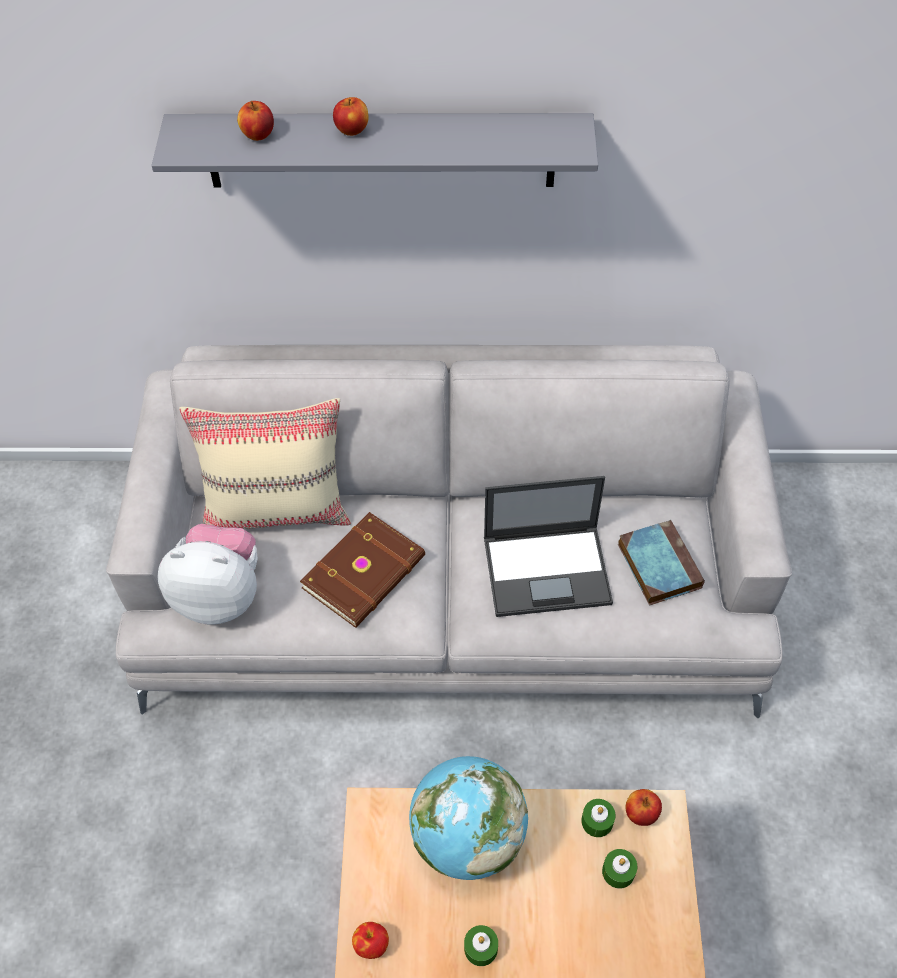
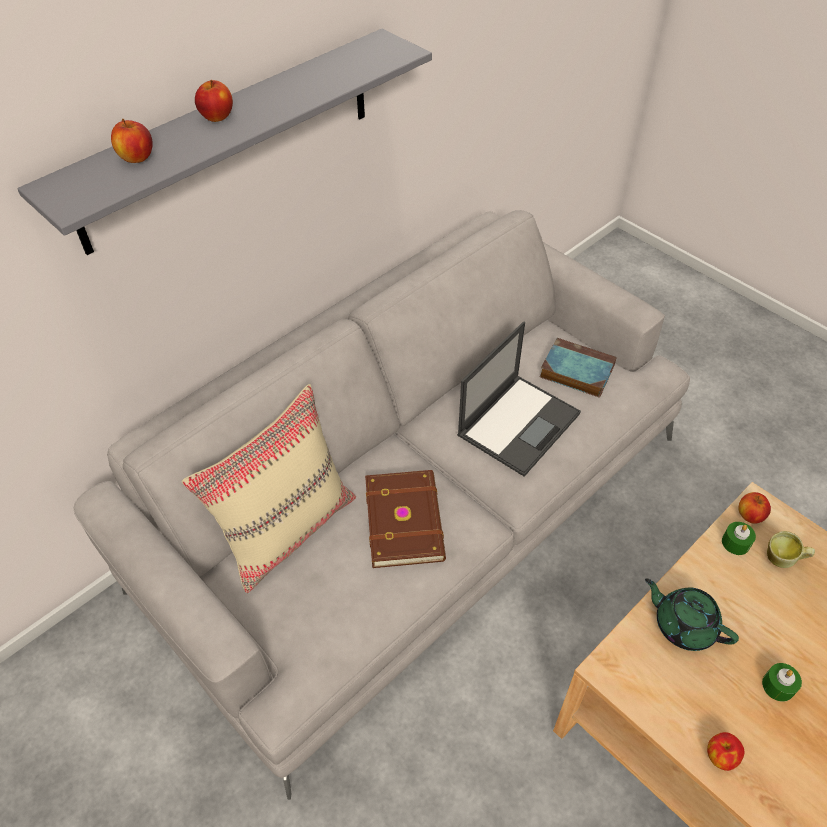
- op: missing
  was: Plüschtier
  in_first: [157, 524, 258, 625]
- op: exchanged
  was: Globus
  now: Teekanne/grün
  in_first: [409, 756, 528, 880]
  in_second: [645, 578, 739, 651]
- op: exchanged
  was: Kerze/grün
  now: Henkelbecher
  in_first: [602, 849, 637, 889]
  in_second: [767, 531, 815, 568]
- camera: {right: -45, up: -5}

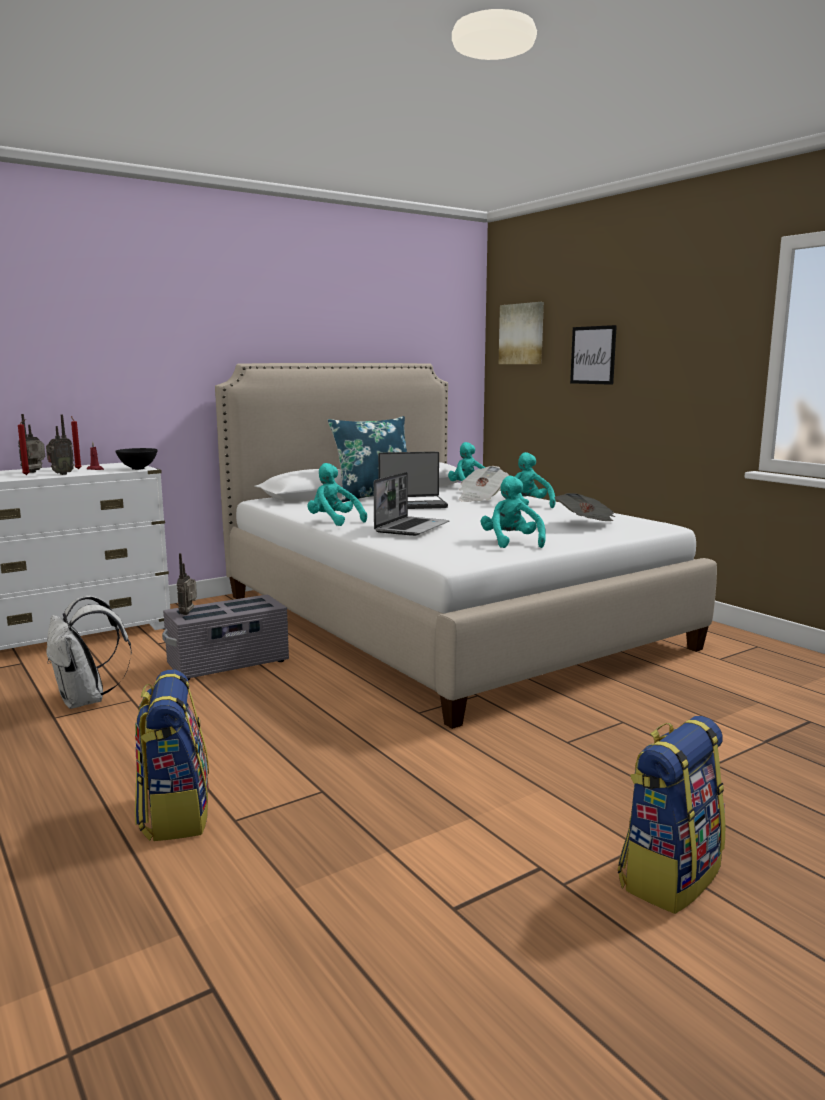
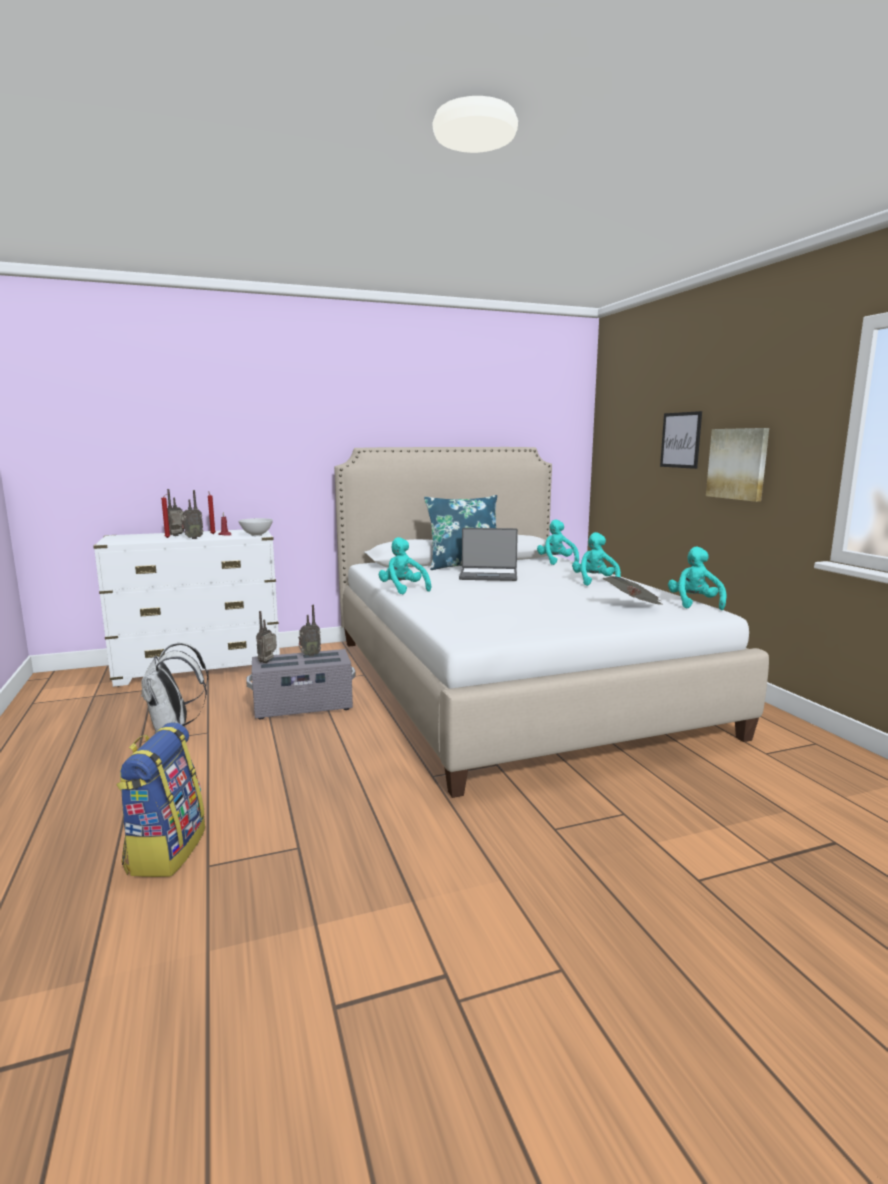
- op: missing
  was: Laptop
  in_first: [374, 472, 449, 536]
- op: missing
  was: Zeitung
  in_first: [459, 466, 509, 502]
- op: missing
  was: Rucksack
  in_first: [618, 716, 725, 914]
- op: appeared
  now: Radio
  in_second: [298, 605, 321, 656]
- op: relocated
  was: Plüschtier/türkis
  in_first: [480, 476, 546, 548]
  in_second: [668, 547, 726, 610]
- op: relocated
  was: Bild
  in_first: [499, 302, 544, 364]
  in_second: [706, 428, 769, 502]
- op: colour
  was: Schüssel/schwarz
  now: Schüssel/weiß
  in_first: [115, 448, 158, 470]
  in_second: [238, 518, 273, 536]
- camera: {right: 15, up: 0}

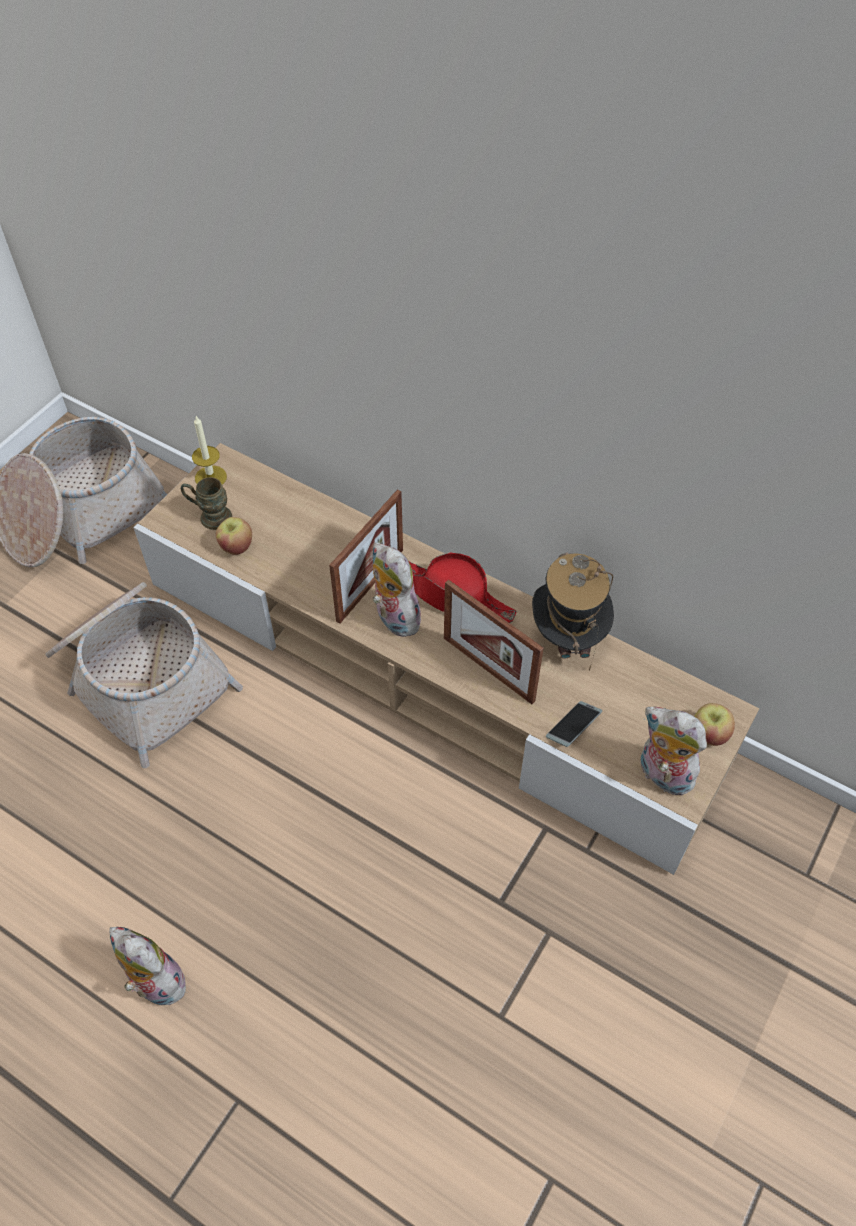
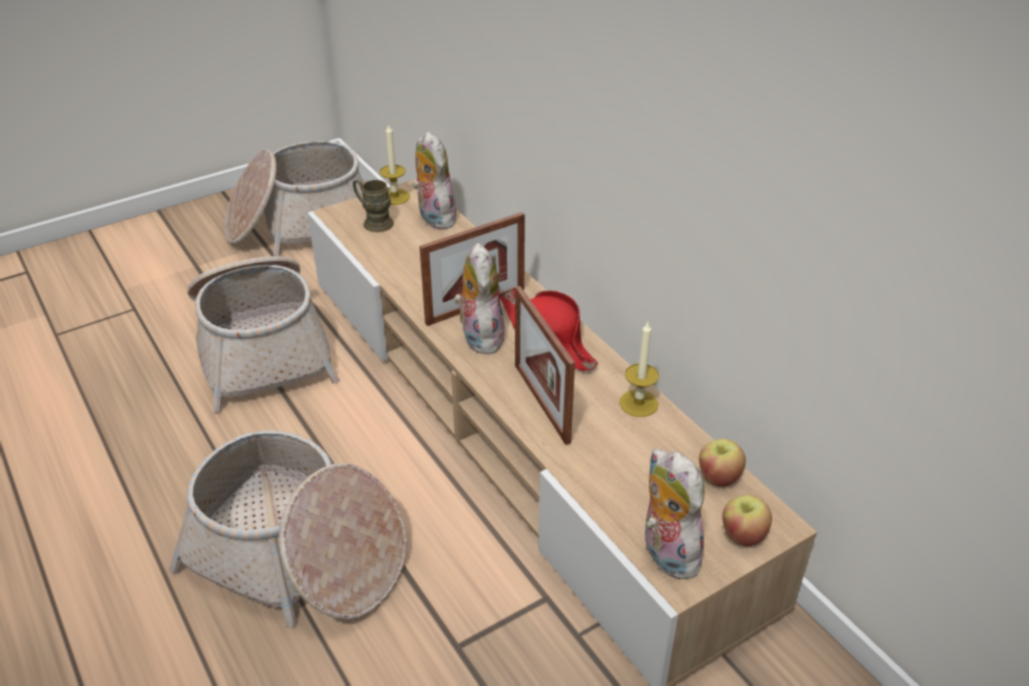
- op: missing
  was: Handy
  in_first: [546, 701, 602, 747]
- op: appeared
  now: Korb
  in_second: [169, 430, 407, 628]
- op: relocated
  was: Plüschtier
  in_first: [109, 927, 186, 1005]
  in_second: [412, 132, 456, 229]
- op: relocated
  was: Apfel
  in_first: [216, 517, 252, 555]
  in_second: [699, 438, 746, 487]
- op: exchanged
  was: Hut
  now: Kerze
  in_first: [532, 552, 614, 671]
  in_second: [619, 322, 659, 417]
- camera: {right: 25, up: -15}

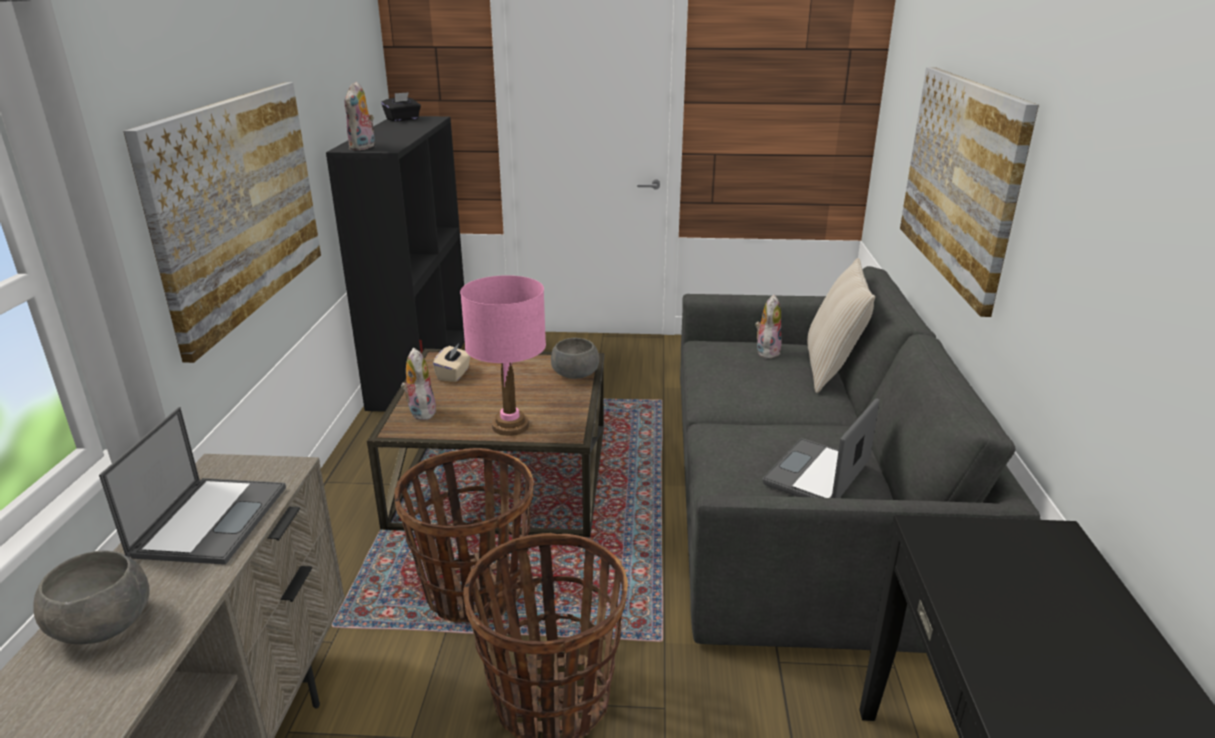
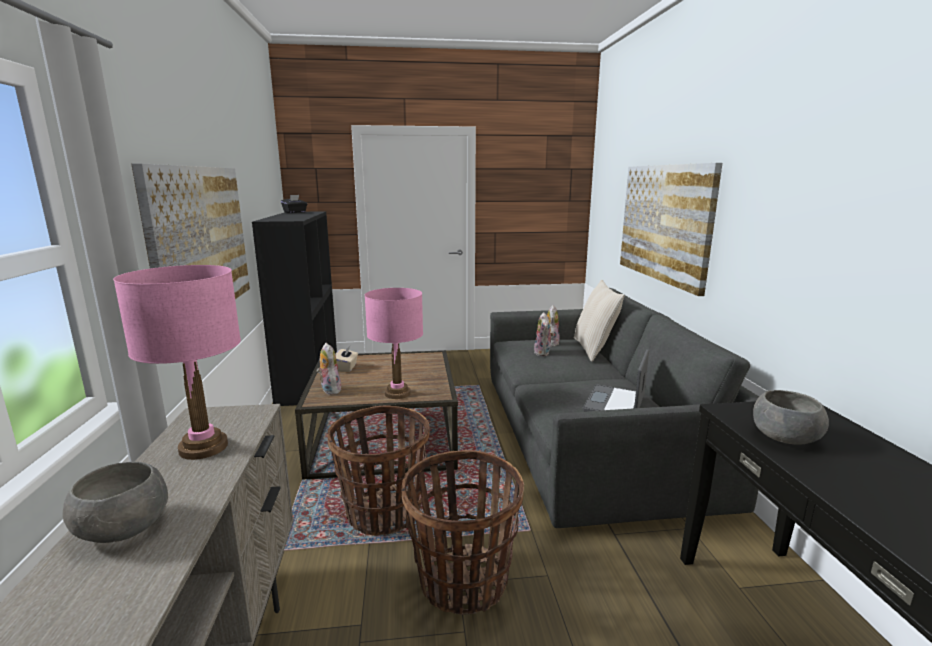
- op: relocated
  was: Plüschtier
  in_first: [344, 81, 375, 150]
  in_second: [534, 312, 554, 356]
- op: relocated
  was: Schüssel/grau
  in_first: [551, 338, 599, 379]
  in_second: [753, 390, 829, 444]
- op: exchanged
  was: Laptop
  now: Tischlampe/rosa
  in_first: [99, 407, 286, 565]
  in_second: [113, 265, 241, 460]
- camera: {right: -10, up: -10}

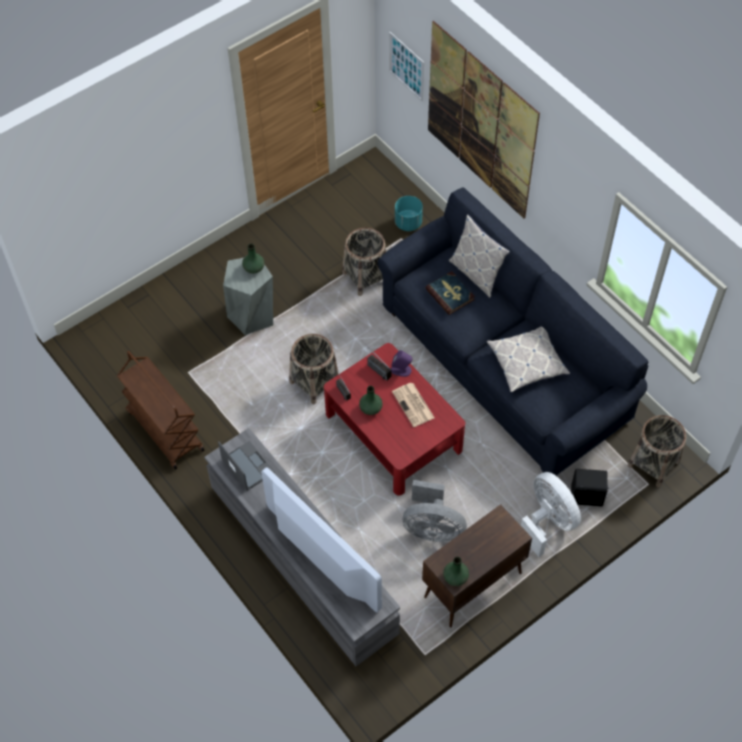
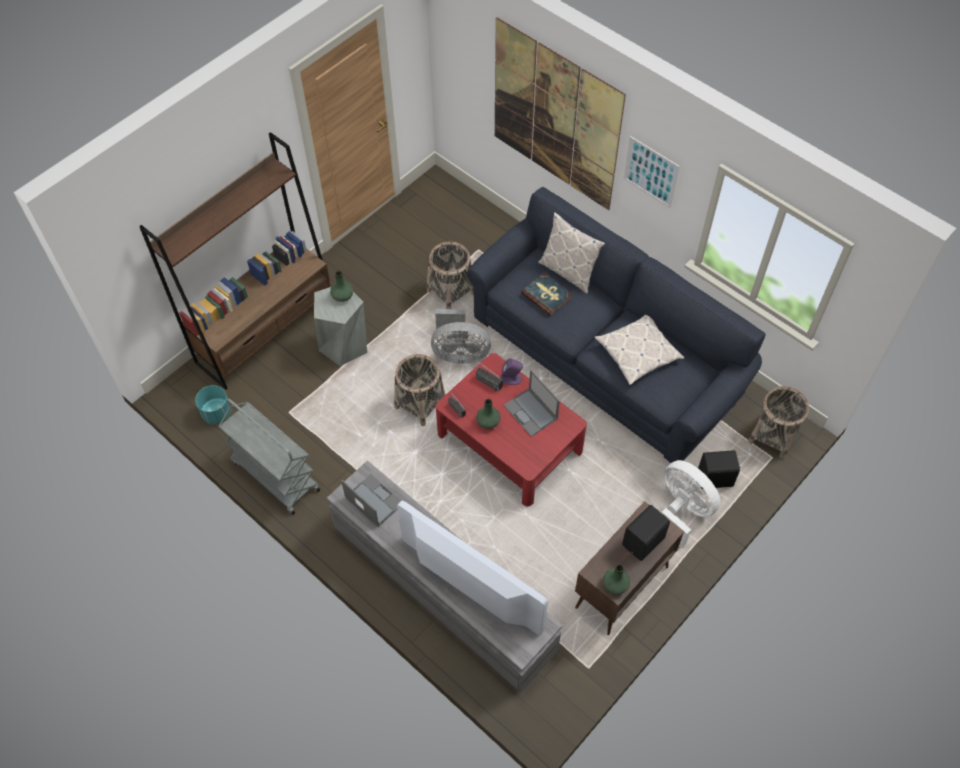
- op: appeared
  now: Bücherregal/braun
  in_second: [139, 132, 331, 390]
- op: appeared
  now: Lautsprecher/schwarz
  in_second: [622, 505, 670, 561]
- op: relocated
  was: Bild
  in_first: [389, 32, 424, 101]
  in_second: [623, 136, 679, 208]
- op: relocated
  was: Pflanzkübel/türkis
  in_first: [395, 196, 423, 231]
  in_second: [195, 385, 231, 424]
- op: relocated
  was: Ventilator/grau
  in_first: [403, 480, 467, 542]
  in_second: [431, 309, 491, 364]
- op: exchanged
  was: Zeitung
  now: Laptop
  in_first: [392, 383, 435, 427]
  in_second: [504, 370, 560, 437]
- op: colour
  was: Rollwagen/braun
  now: Rollwagen/grau
  in_first: [117, 351, 205, 470]
  in_second: [219, 398, 320, 515]
- camera: {right: -10, up: 0}

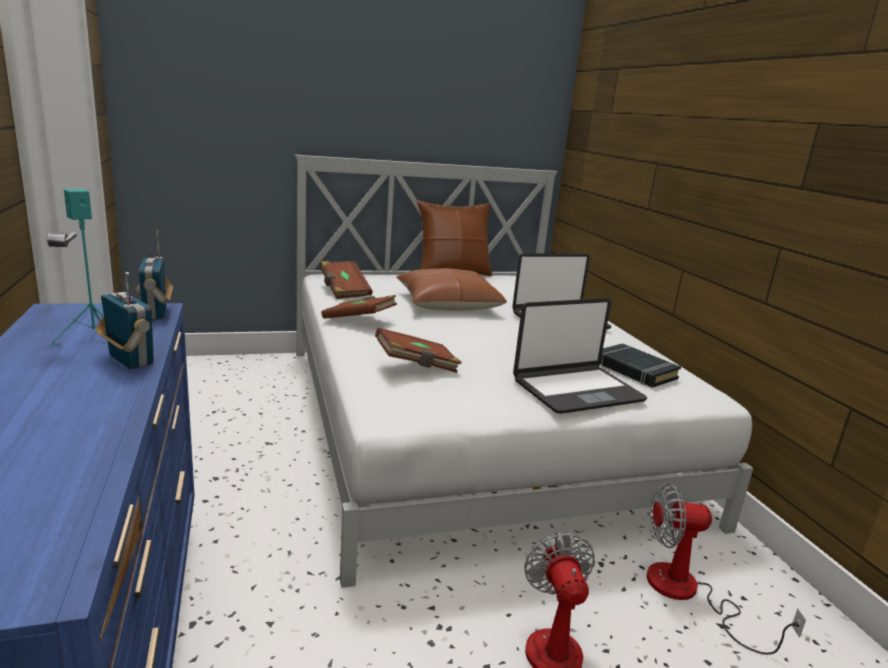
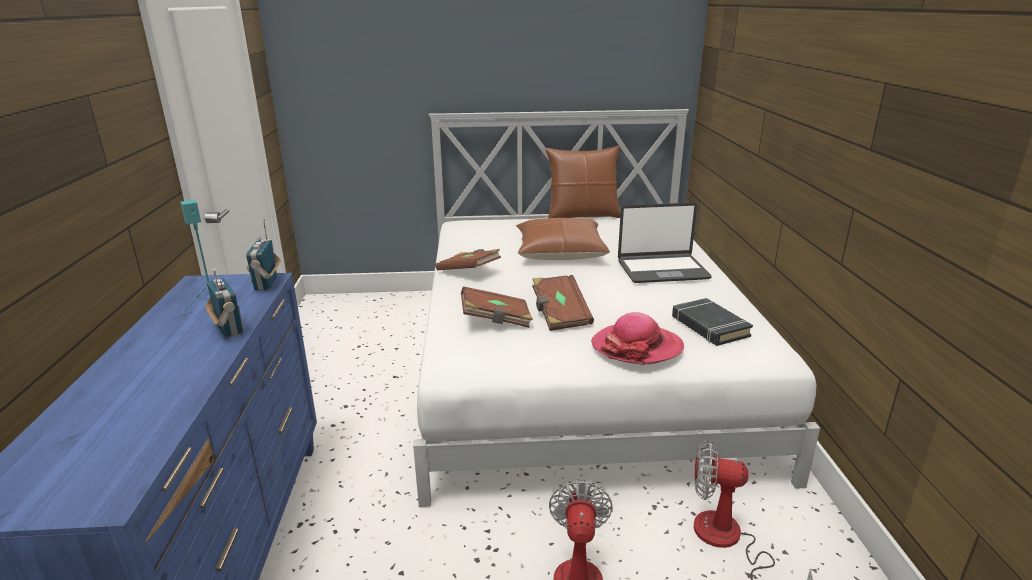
- op: relocated
  was: Buch/braun
  in_first: [321, 261, 373, 299]
  in_second: [532, 275, 594, 331]
- op: exchanged
  was: Laptop
  now: Hut
  in_first: [513, 298, 647, 414]
  in_second: [591, 312, 684, 365]
- camera: {right: 15, up: 5}

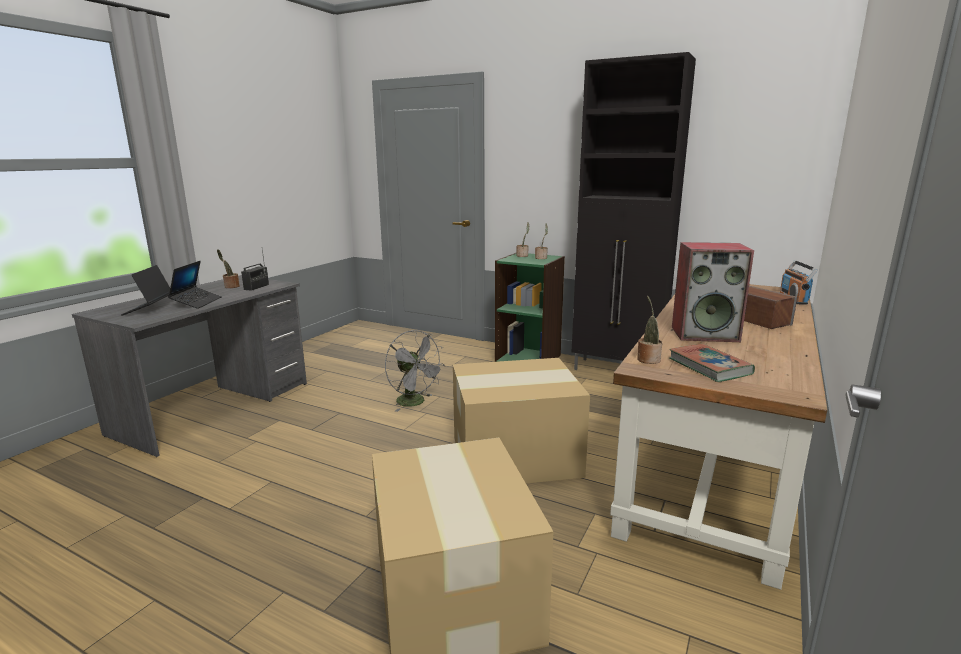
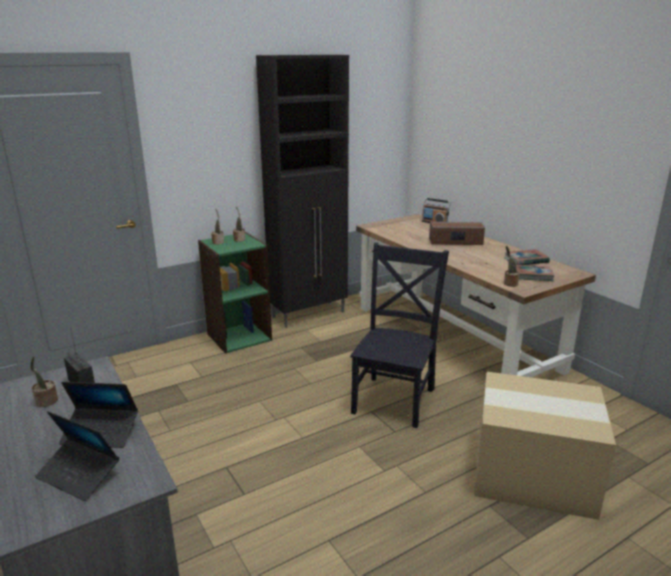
- op: missing
  was: Ventilator/grau
  in_first: [385, 330, 445, 412]
- op: missing
  was: Lautsprecher
  in_first: [672, 242, 754, 342]
- op: appeared
  now: Buch
  in_second: [504, 249, 550, 265]
- op: exchanged
  was: Karton
  now: Stuhl/schwarz
  in_first: [453, 358, 590, 483]
  in_second: [350, 243, 449, 428]
- op: spun
  was: Laptop
  in_first: [168, 261, 222, 309]
  in_second: [59, 382, 138, 448]
  clockwise: 150
- camera: {right: -60, up: 5}

